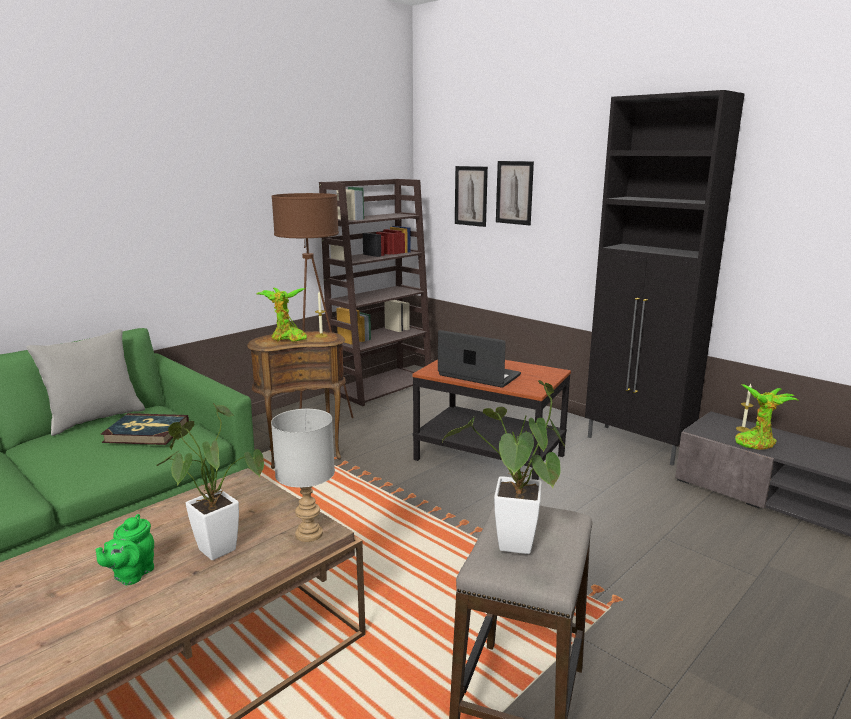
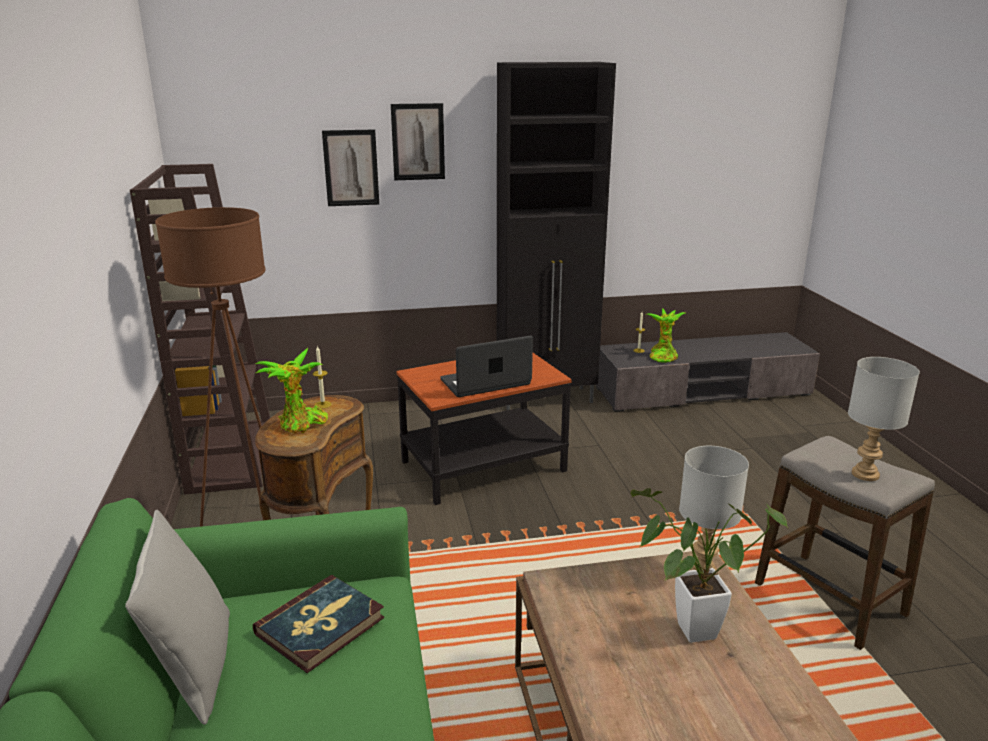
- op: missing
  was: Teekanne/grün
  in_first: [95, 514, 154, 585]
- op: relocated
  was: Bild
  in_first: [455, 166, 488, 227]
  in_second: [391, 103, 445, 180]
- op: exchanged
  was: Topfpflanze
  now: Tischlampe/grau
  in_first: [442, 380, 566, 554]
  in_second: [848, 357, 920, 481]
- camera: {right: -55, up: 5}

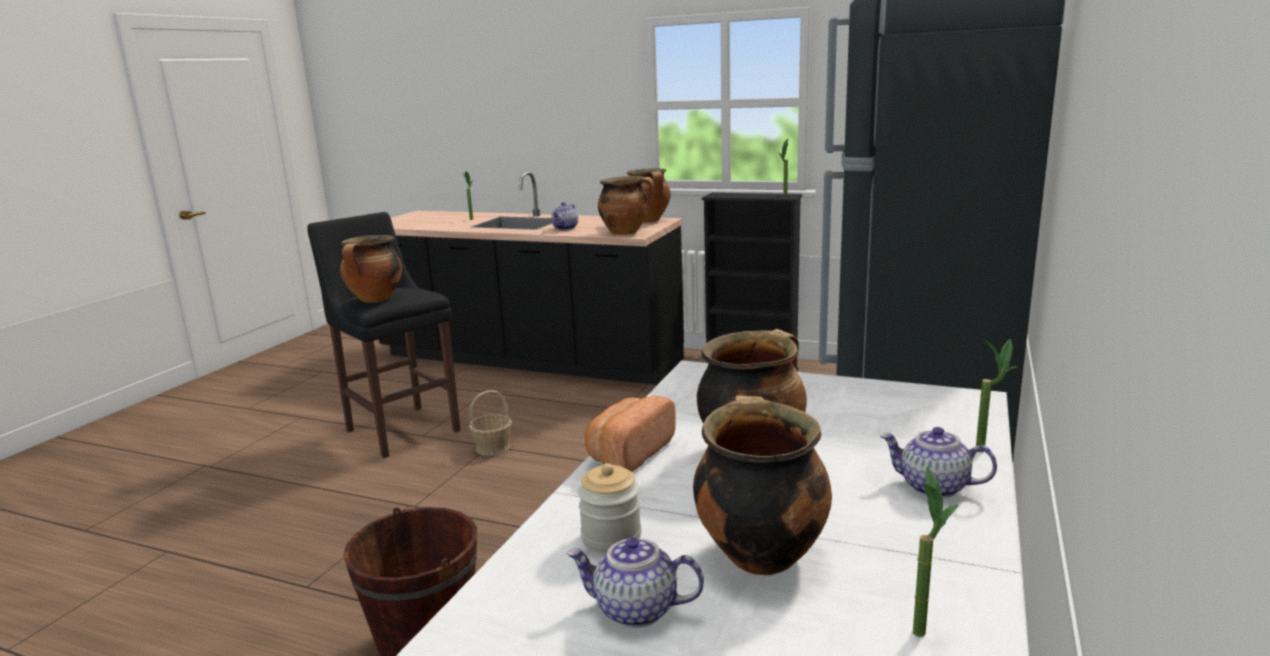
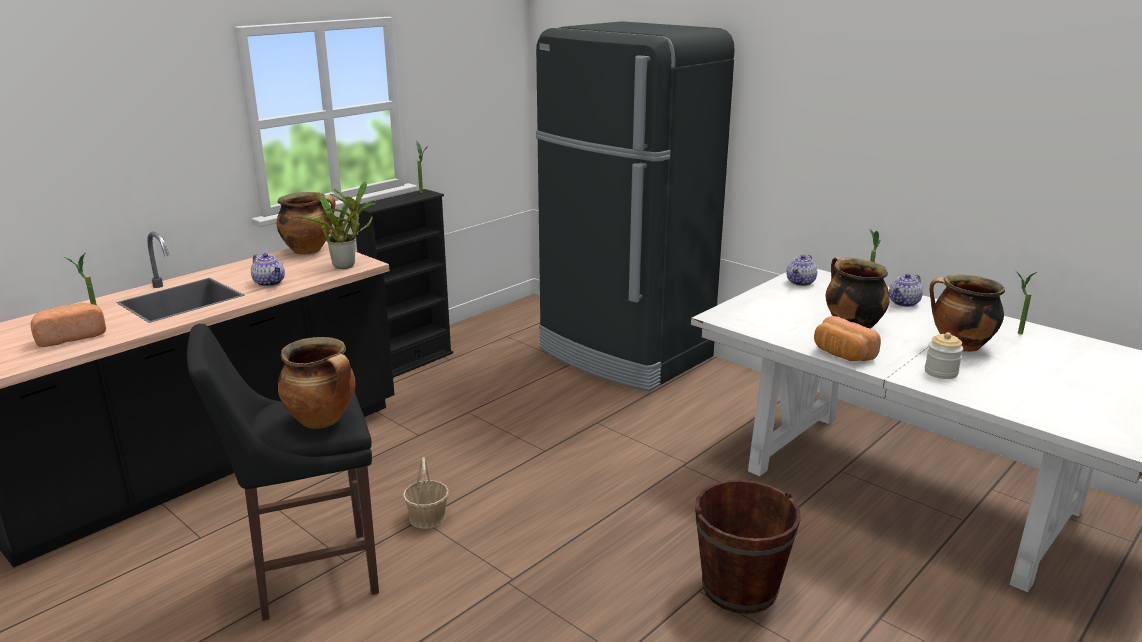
- op: appeared
  now: Brot
  in_second: [31, 303, 106, 347]
- op: relocated
  was: Teekanne
  in_first: [566, 537, 704, 628]
  in_second: [787, 255, 817, 286]
- op: exchanged
  was: Kochtopf
  now: Topfpflanze
  in_first: [598, 176, 654, 235]
  in_second: [293, 181, 376, 269]
- camera: {right: -70, up: 5}

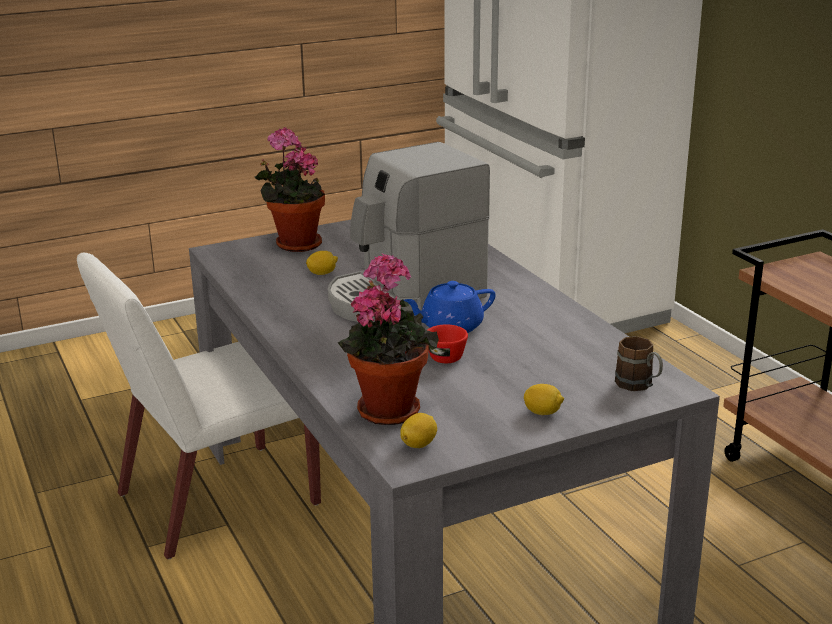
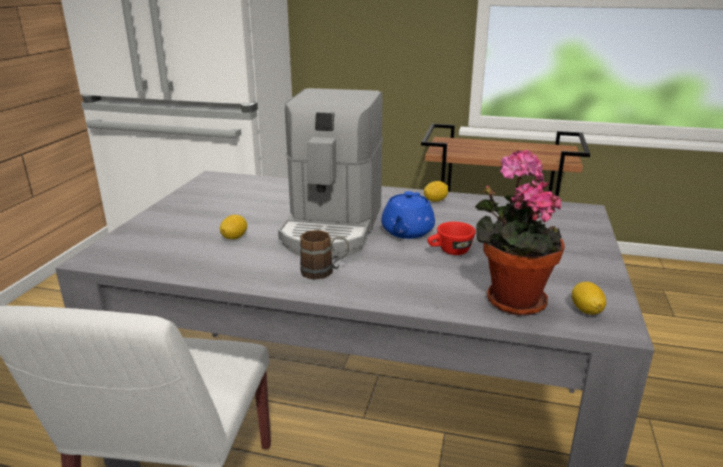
- op: missing
  was: Topfpflanze
  in_first: [255, 127, 325, 252]
- op: relocated
  was: Zitrone
  in_first: [524, 384, 564, 415]
  in_second: [424, 181, 448, 202]
- op: relocated
  was: Henkelbecher/braun
  in_first: [615, 336, 663, 391]
  in_second: [300, 230, 349, 280]
- camera: {right: -50, up: 0}

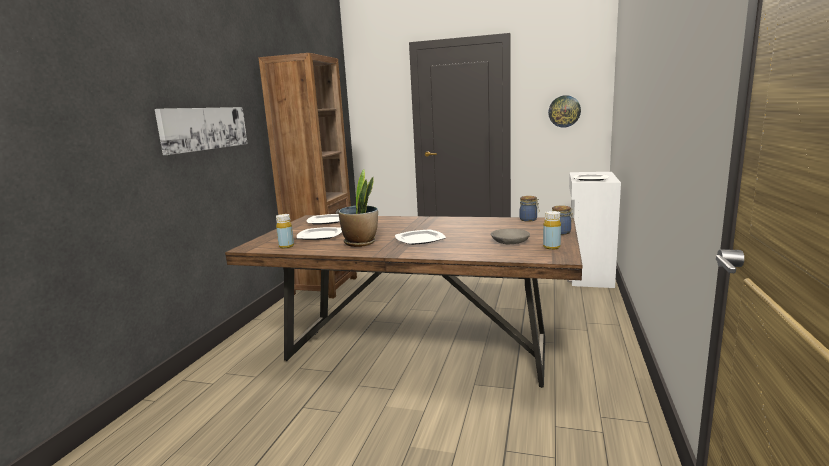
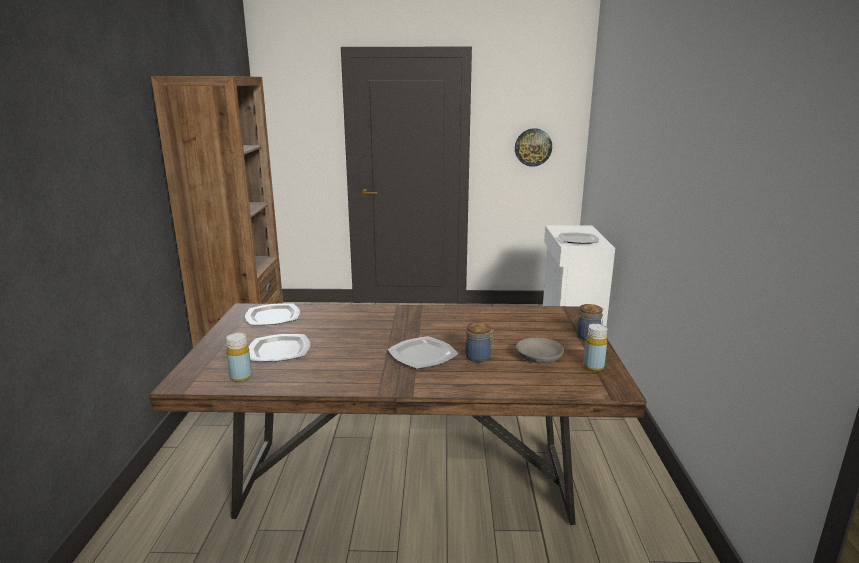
- op: missing
  was: Bild
  in_first: [155, 107, 248, 155]
- op: missing
  was: Topfpflanze
  in_first: [338, 170, 378, 247]
- op: relocated
  was: Vorratsglas
  in_first: [519, 196, 539, 222]
  in_second: [465, 322, 494, 362]
- camera: {right: -15, up: 5}

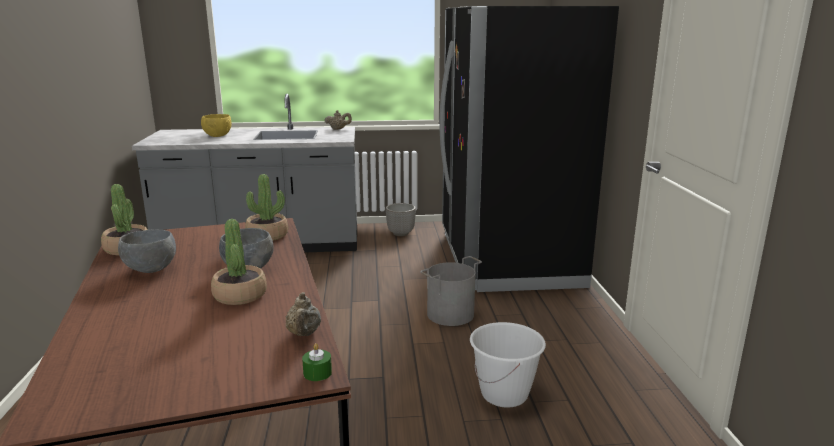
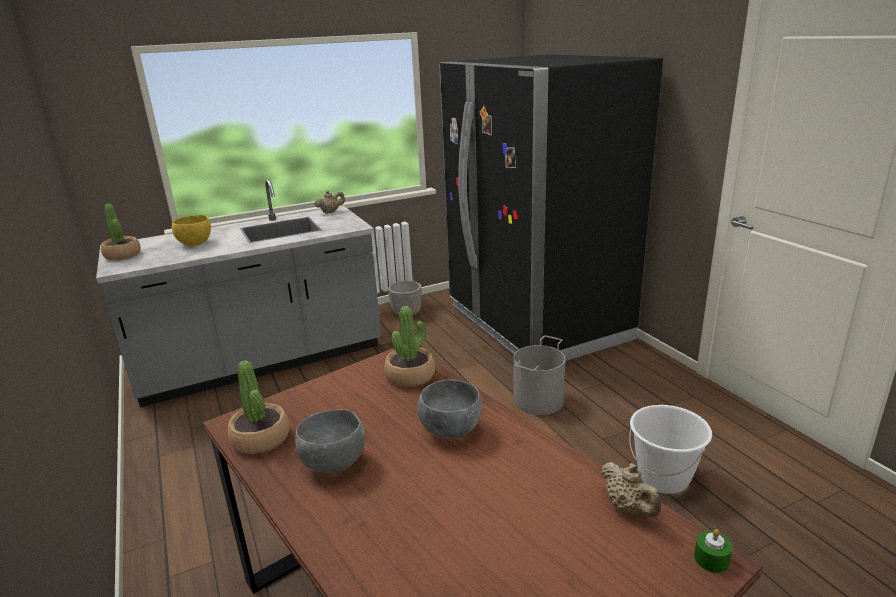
- op: relocated
  was: Topfpflanze
  in_first: [211, 219, 267, 305]
  in_second: [101, 204, 141, 260]
- camera: {right: -20, up: 5}

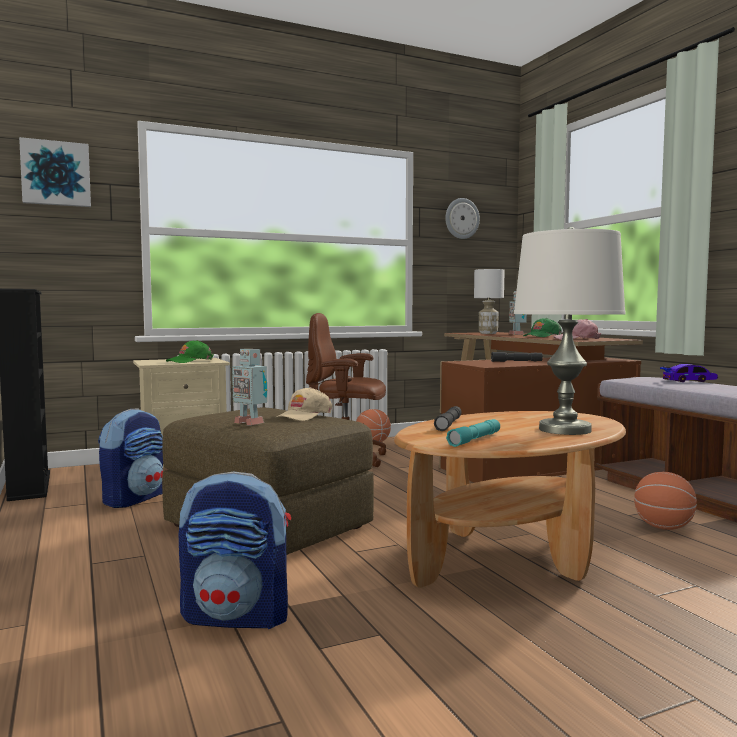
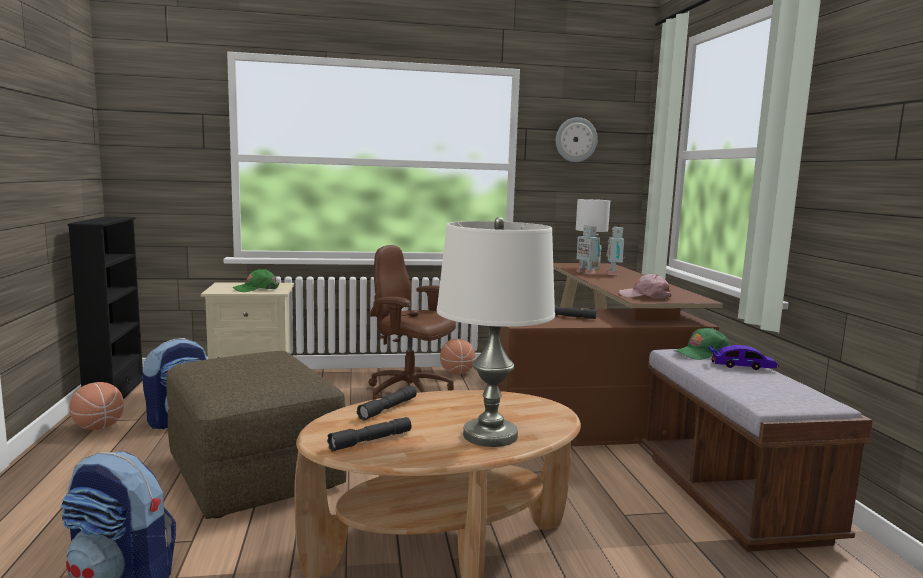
- op: missing
  was: Bild
  in_first: [19, 137, 91, 207]
- op: missing
  was: Kappe/beige
  in_first: [276, 387, 332, 421]
- op: relocated
  was: Spielzeugroboter
  in_first: [232, 349, 267, 425]
  in_second: [576, 226, 600, 274]
- op: relocated
  was: Kappe/grün
  in_first: [523, 318, 562, 337]
  in_second: [674, 328, 730, 360]
- op: relocated
  was: Basketball
  in_first: [634, 472, 697, 530]
  in_second: [70, 382, 124, 430]
- op: colour
  was: Taschenlampe/türkis
  now: Taschenlampe/grau
  in_first: [446, 419, 500, 447]
  in_second: [327, 417, 411, 452]
- camera: {right: 15, up: 5}

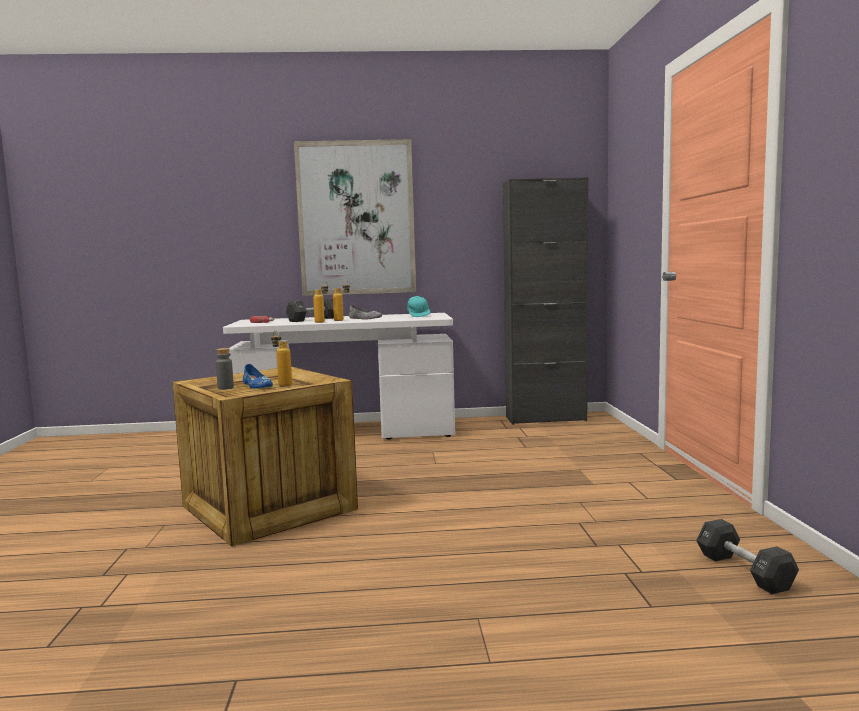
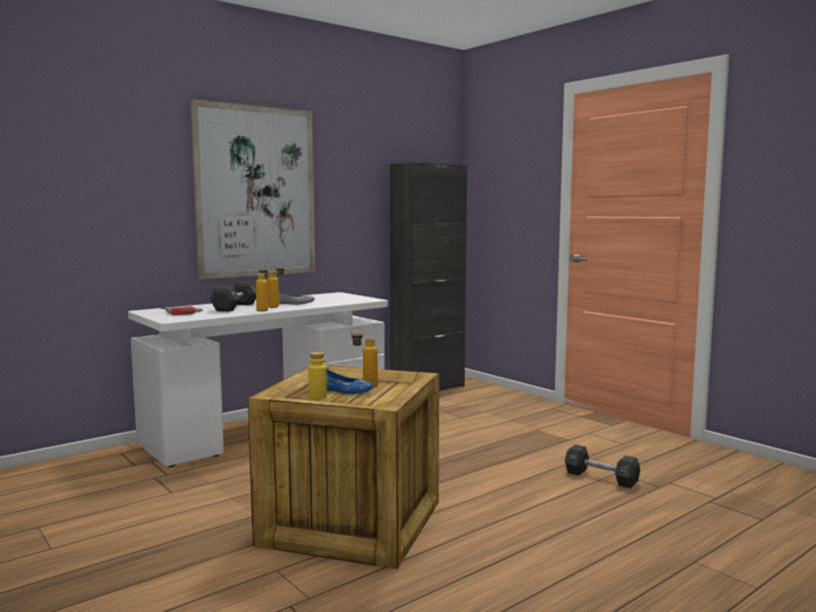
- op: missing
  was: Kappe/türkis
  in_first: [407, 296, 430, 317]
- op: relocated
  was: Hantel/schwarz
  in_first: [696, 519, 799, 594]
  in_second: [565, 444, 640, 488]
- op: colour
  was: Flasche/grau
  now: Flasche/gelb
  in_first: [216, 348, 234, 390]
  in_second: [308, 352, 327, 400]
- camera: {right: -35, up: 0}

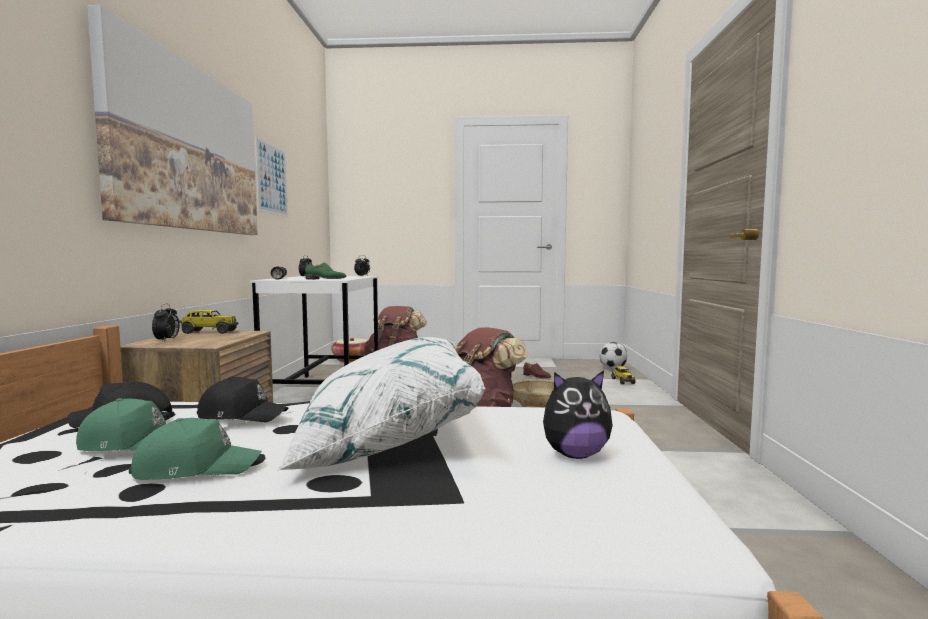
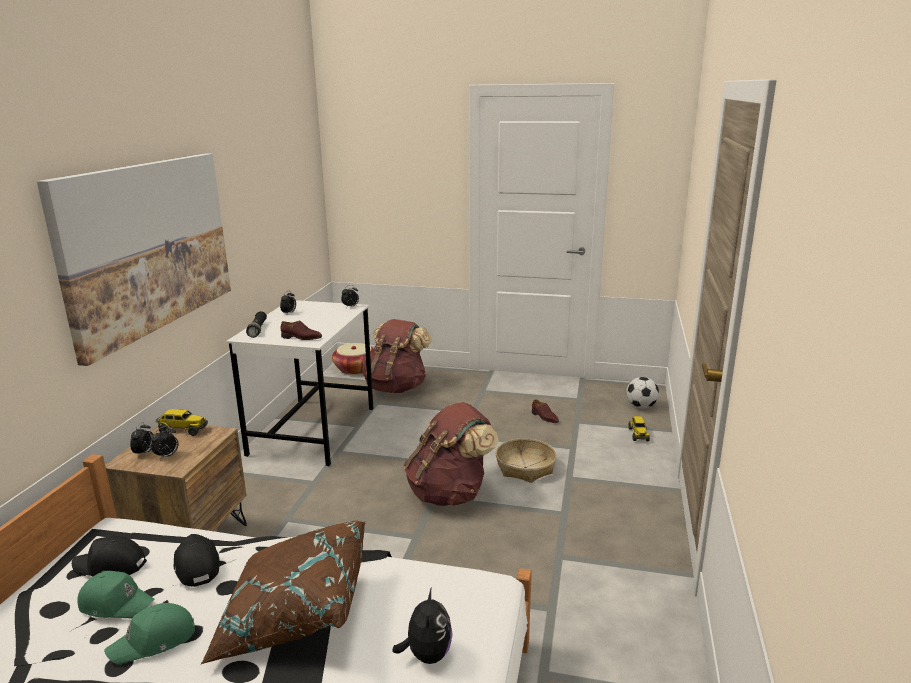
- op: missing
  was: Bild
  in_first: [255, 136, 288, 217]
- op: appeared
  now: Wecker
  in_second: [151, 426, 178, 460]
- op: colour
  was: Kissen/weiß
  now: Kissen/braun
  in_first: [277, 337, 485, 471]
  in_second: [201, 520, 365, 664]
- op: colour
  was: Schuh/grün
  now: Schuh/braun
  in_first: [305, 263, 346, 280]
  in_second: [280, 321, 322, 340]
- op: spun
  was: Kappe/grün
  in_first: [129, 418, 262, 480]
  in_second: [104, 603, 195, 664]
  clockwise: 150
- op: spun
  was: Kappe/schwarz
  in_first: [197, 376, 288, 422]
  in_second: [174, 534, 220, 587]
  clockwise: -135
- op: spun
  was: Plüschtier
  in_first: [543, 370, 613, 459]
  in_second: [392, 587, 453, 664]
  clockwise: -90
- camera: {right: 10, up: 15}

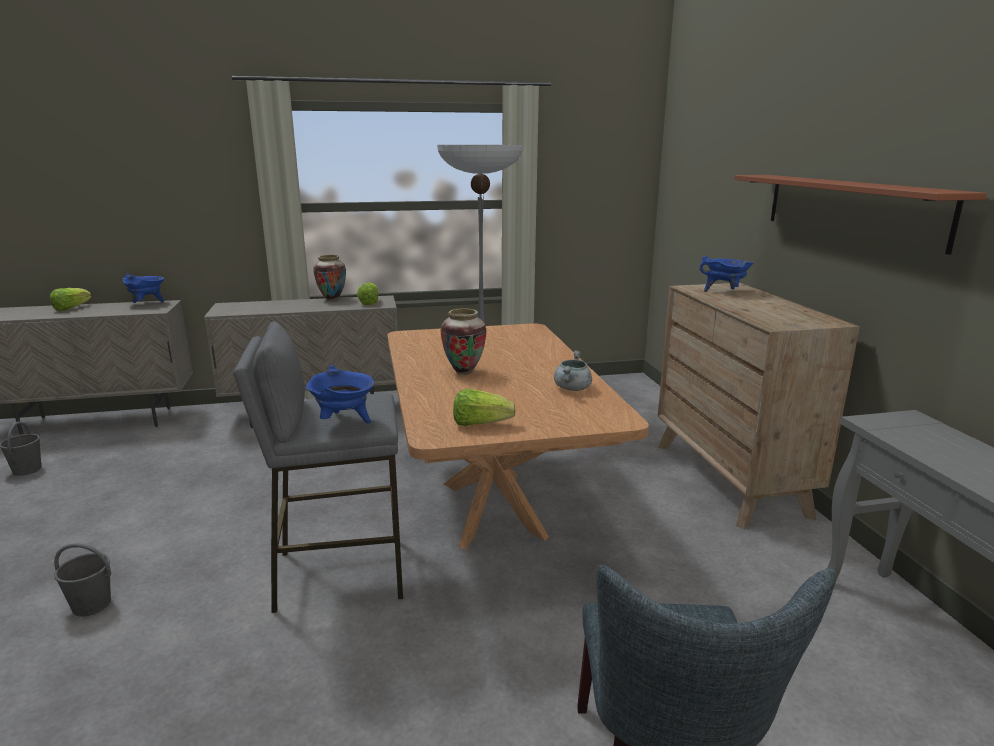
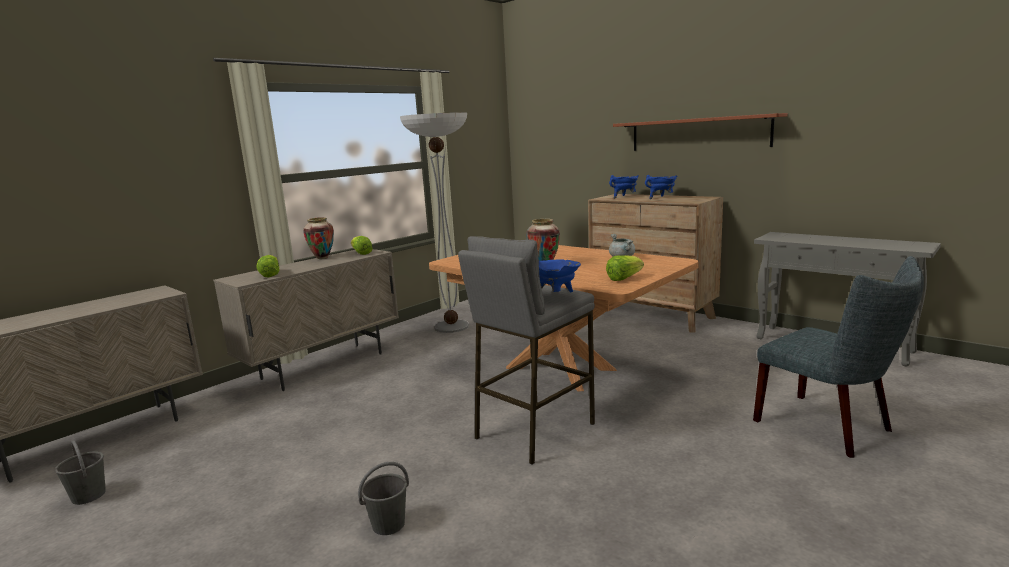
- op: relocated
  was: Salatkopf
  in_first: [50, 288, 92, 311]
  in_second: [256, 255, 280, 277]
- op: relocated
  was: Kochtopf/blau
  in_first: [122, 273, 164, 303]
  in_second: [645, 175, 677, 199]
- camera: {right: -35, up: -5}

